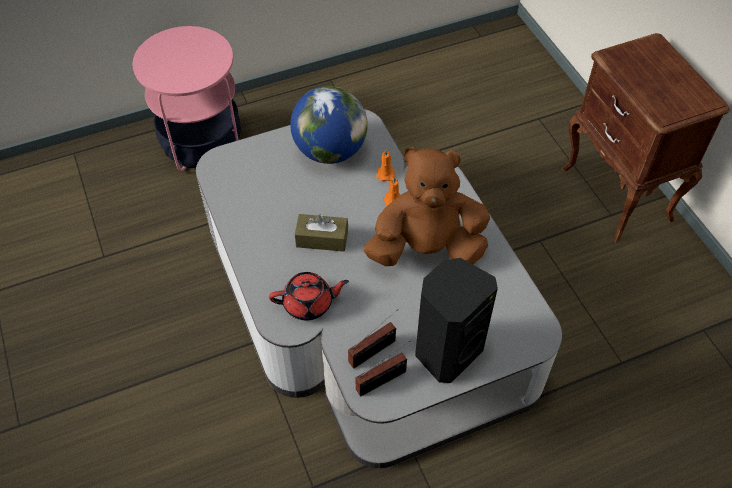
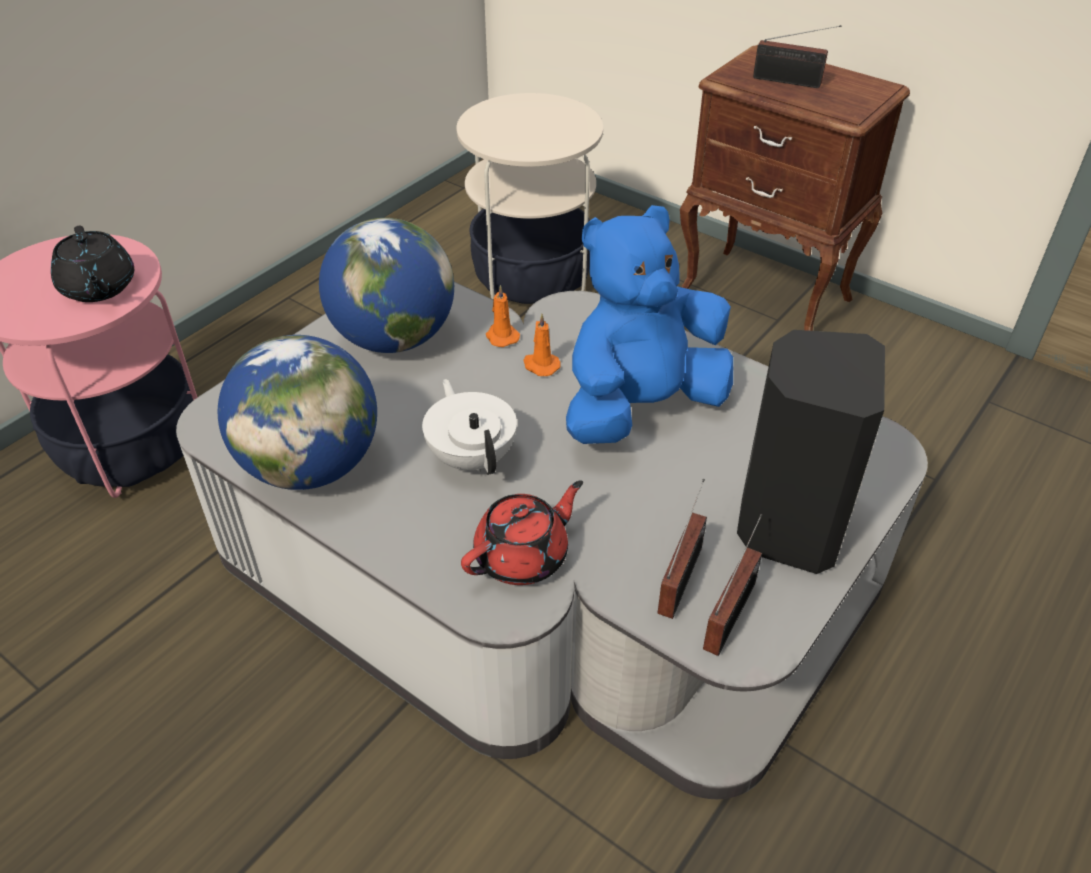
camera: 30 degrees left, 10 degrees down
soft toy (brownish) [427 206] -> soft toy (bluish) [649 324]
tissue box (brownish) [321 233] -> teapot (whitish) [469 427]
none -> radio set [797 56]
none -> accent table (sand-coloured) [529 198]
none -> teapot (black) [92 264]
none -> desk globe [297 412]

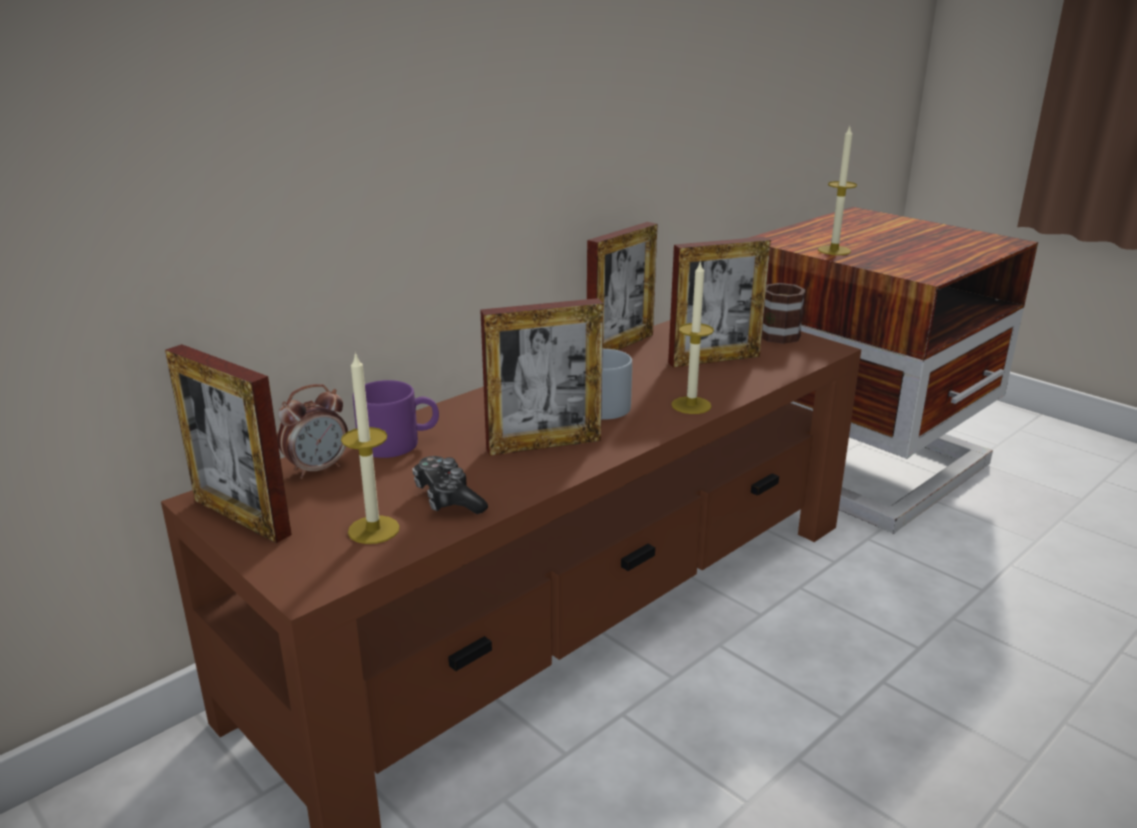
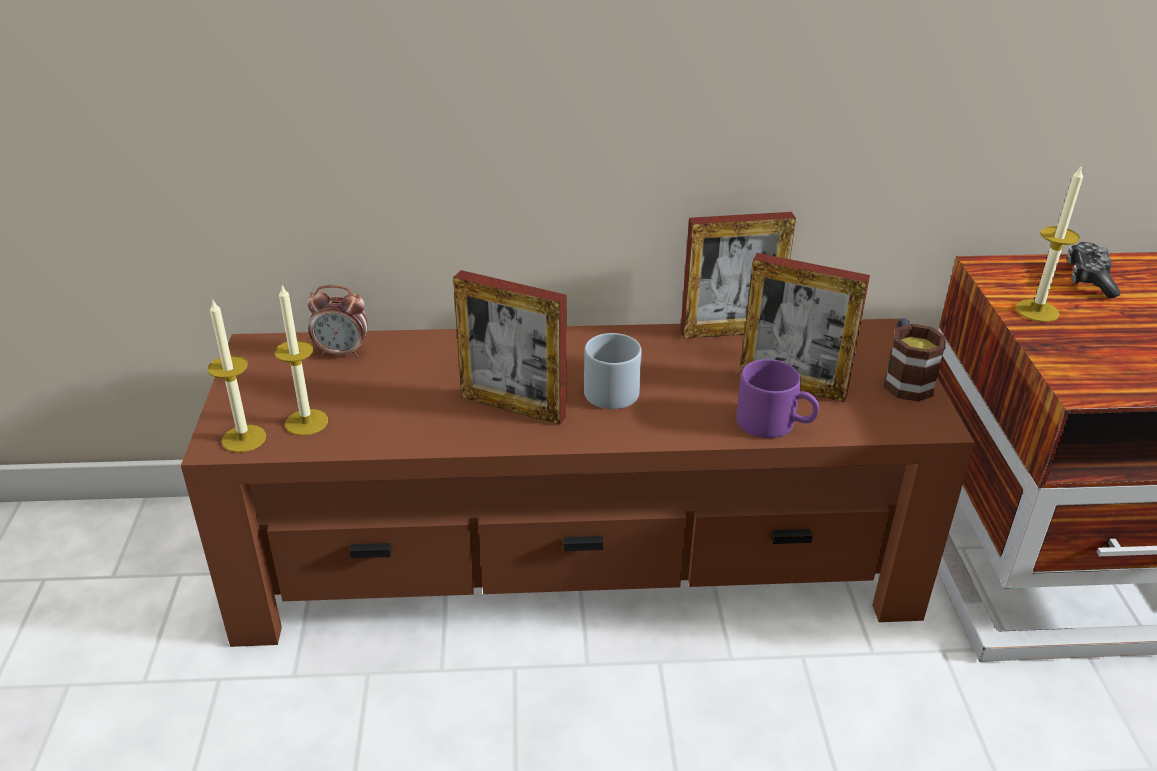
camera: 40 degrees right, 10 degrees up
wax candle [692 337] -> wax candle [237 375], moved
picture frame [228 443] -> none
tea mug (purple-coloured) [396 419] -> tea mug (purple-coloured) [777 398], moved
game controller [450 485] -> game controller [1093 270], moved

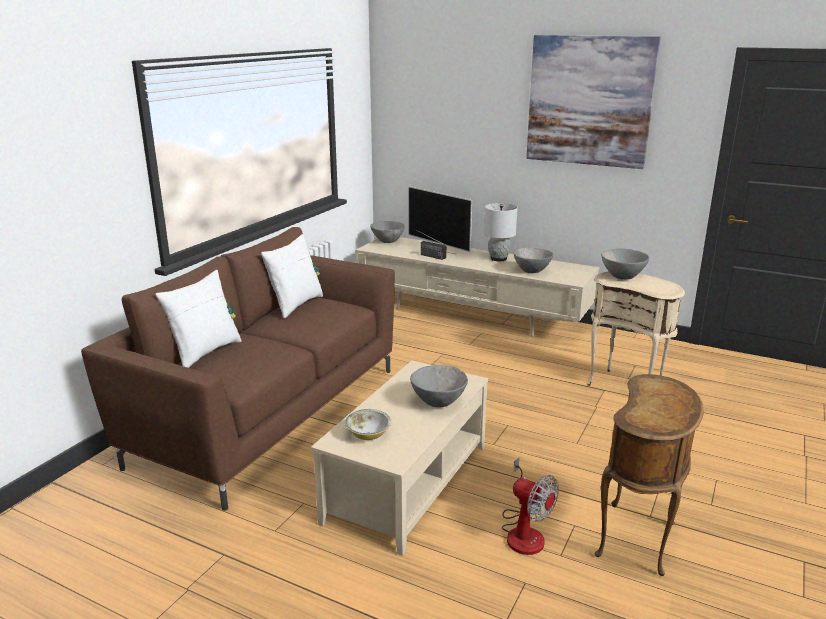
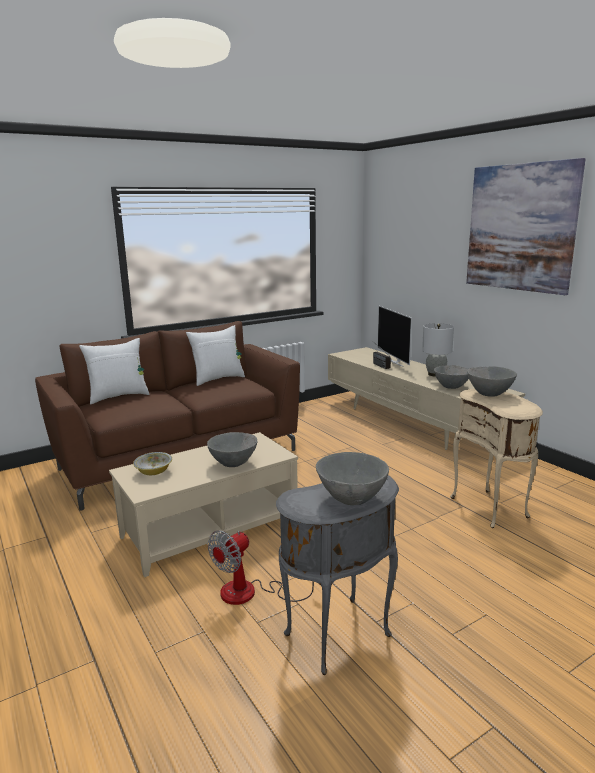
camera: 30 degrees right, 5 degrees down
deep dish (greyish) [387 232] -> deep dish (greyish) [352 478], moved
accent table (brownish) [649 475] -> accent table (greyish) [337 575]
electric fan [530 506] -> electric fan [260 568], 60 degrees clockwise

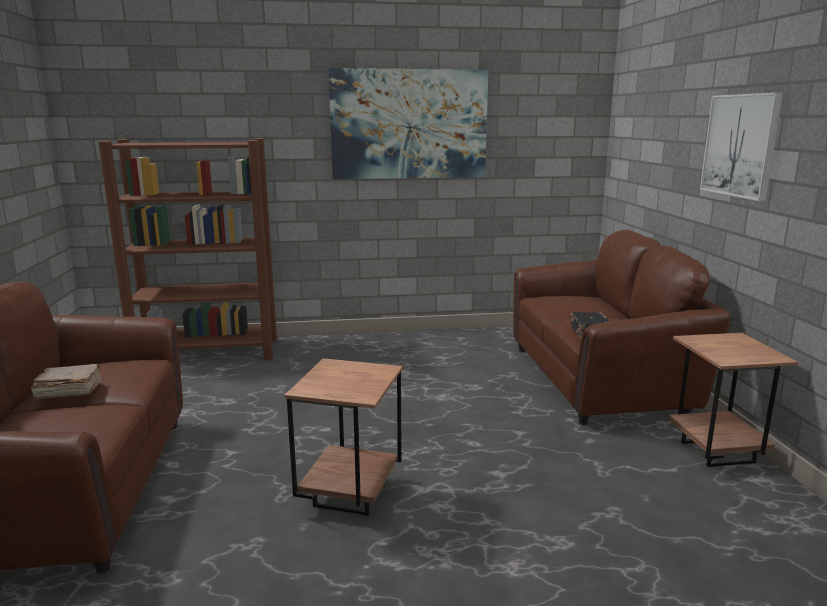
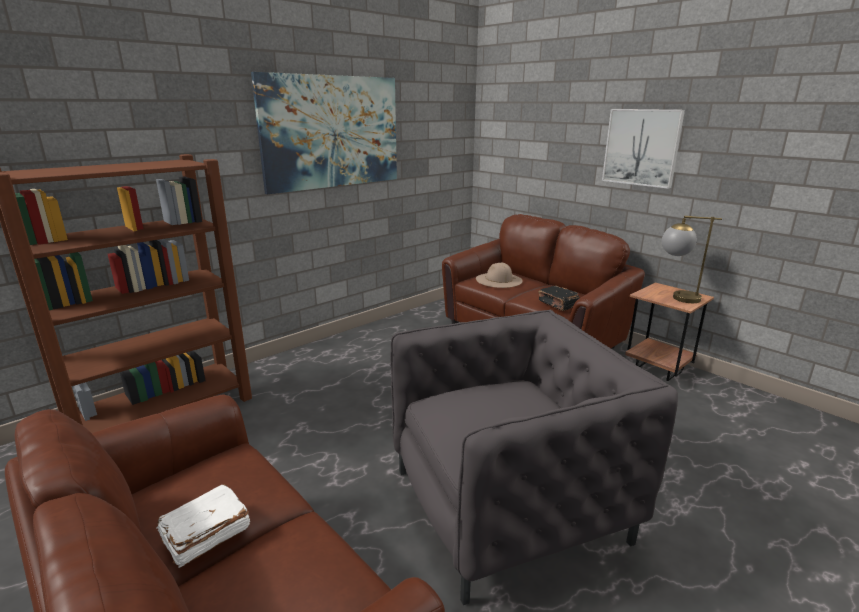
camera: 35 degrees left, 5 degrees up
accent table (brownish) [343 437] -> armchair (greyish) [534 457]
volume (brownish) [66 382] -> volume (whitish) [203 526]
none -> table lamp [692 259]
none -> hat (sand-coloured) [499 275]

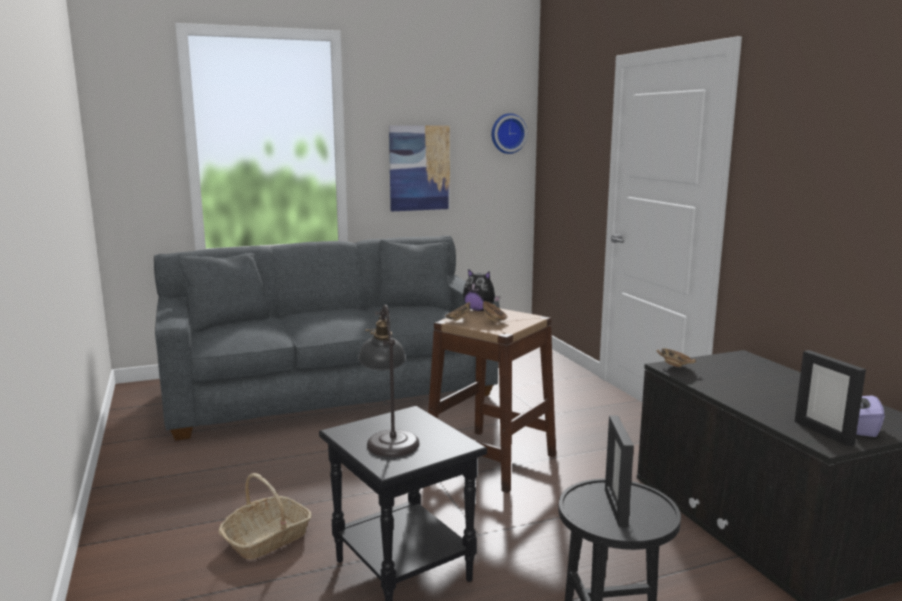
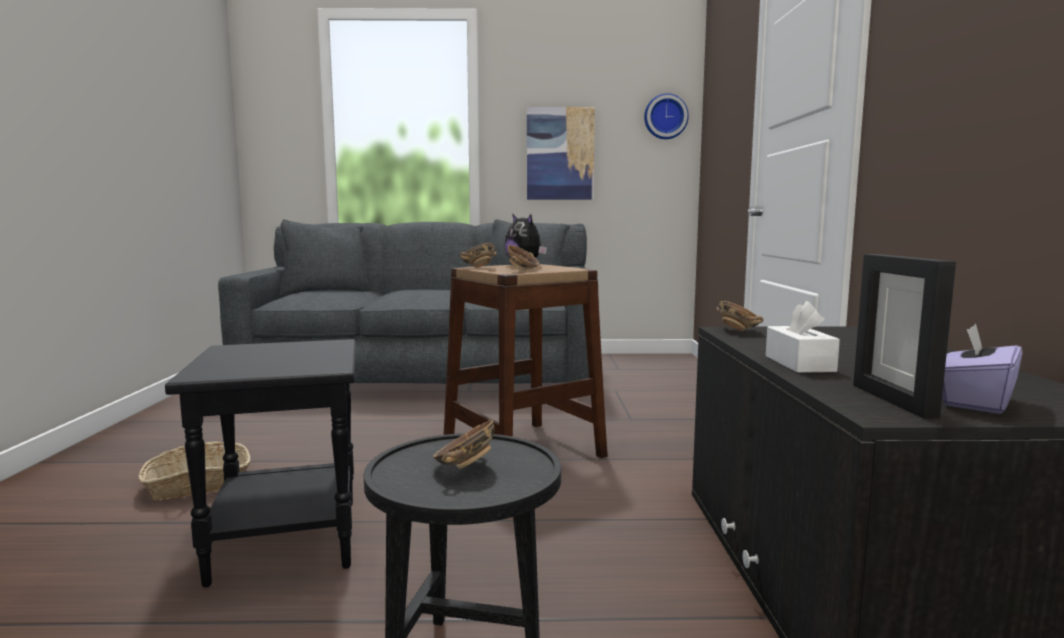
camera: 20 degrees right, 5 degrees down
table lamp (greyish) [388 380] -> none
picture frame [619 471] -> deep dish [463 444]
none -> tissue box (whitish) [803 337]

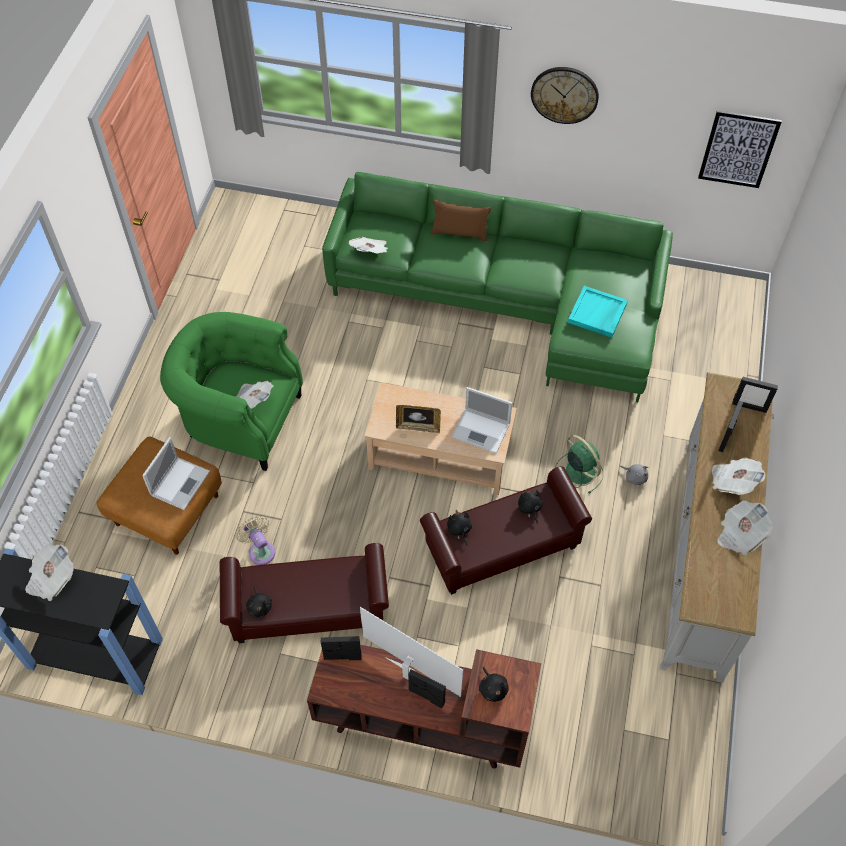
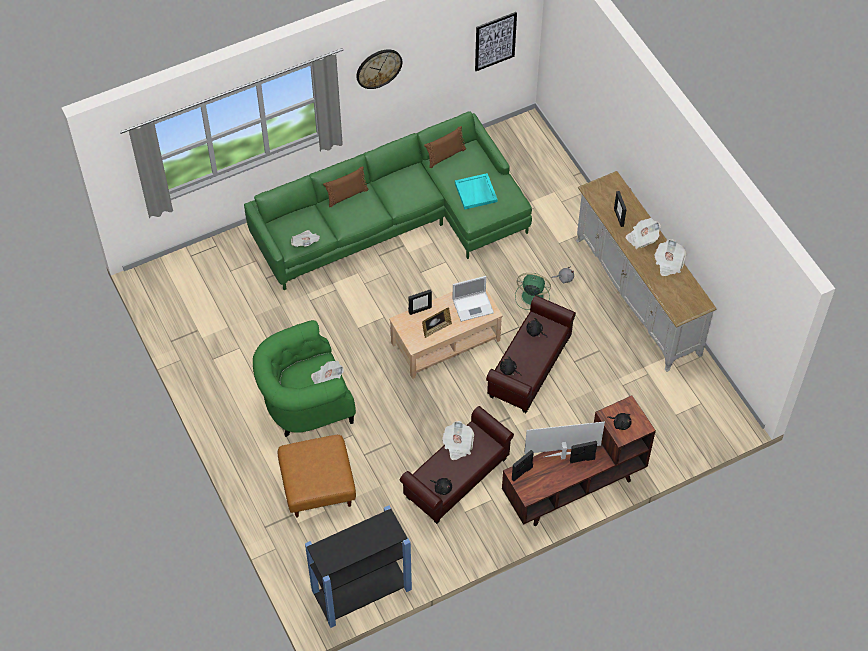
camera: 40 degrees left, 0 degrees up
picture frame [755 395] -> picture frame [420 302], moved
laptop [176 473] -> none
electric fan (sand-coloured) [255 540] -> none
printed paper [49 572] -> printed paper [458 440], moved
none -> pillow (brownish) [445 147]

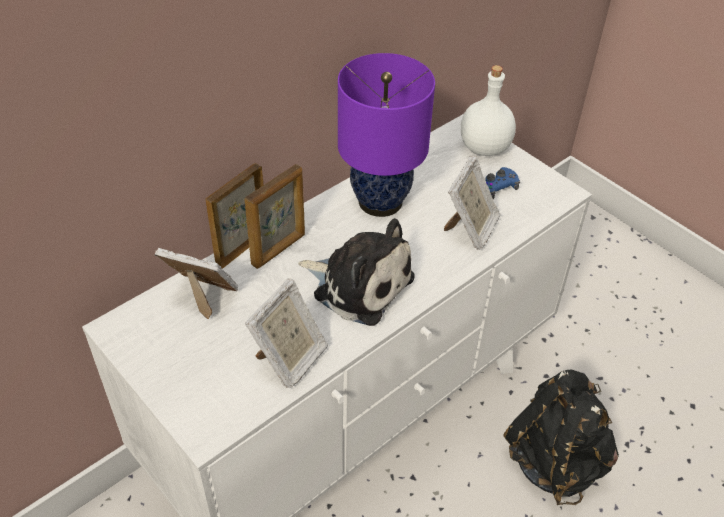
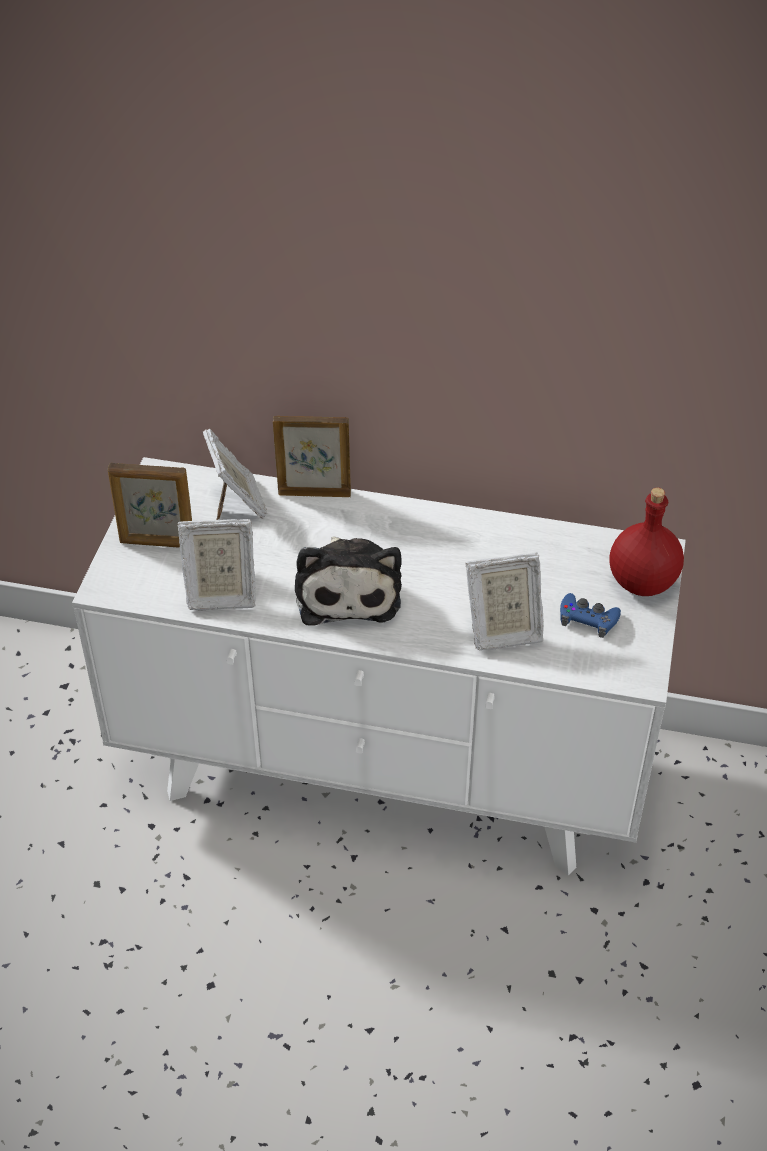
camera: 55 degrees right, 0 degrees up
table lamp (purple-coloured) [386 135] -> none
drink bottle (whitish) [488 110] -> drink bottle (red) [646 542]
picture frame [274 216] -> picture frame [150 505], moved
knapsack (black) [561 437] -> none

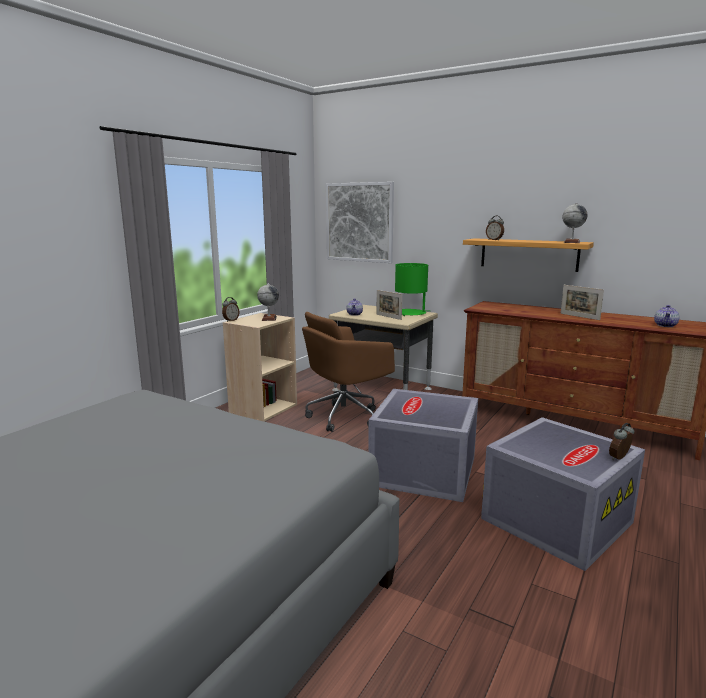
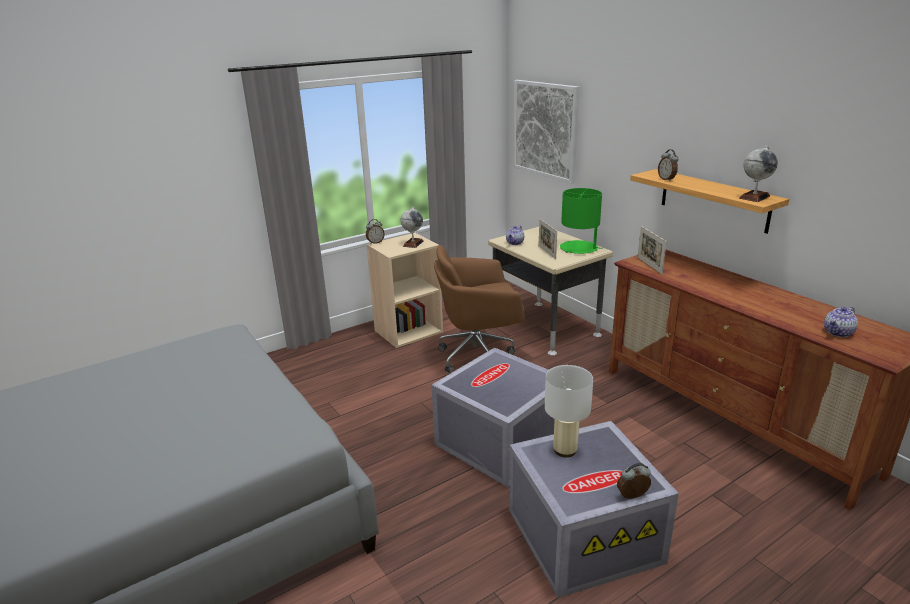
camera: 25 degrees right, 10 degrees up
picture frame [582 302] -> picture frame [652 250], moved
none -> table lamp (whitish) [569 411]

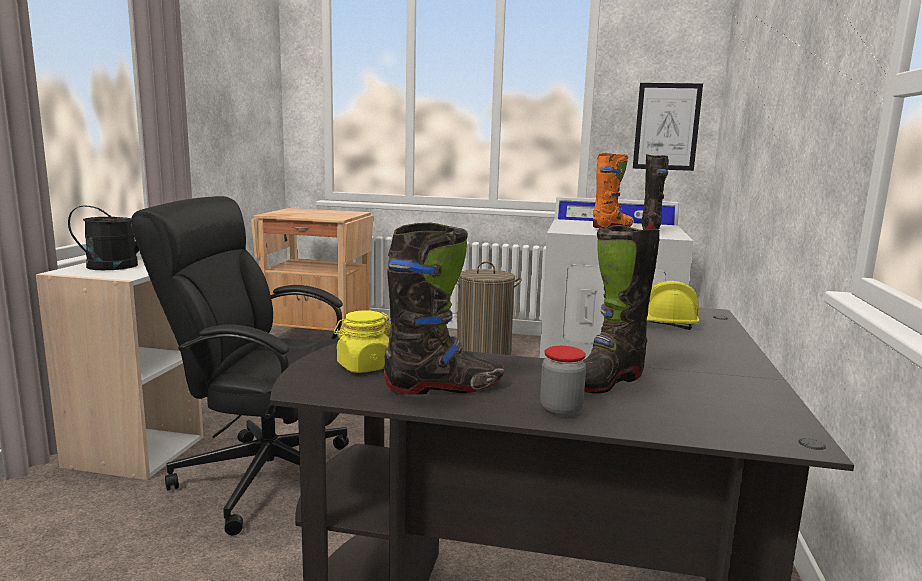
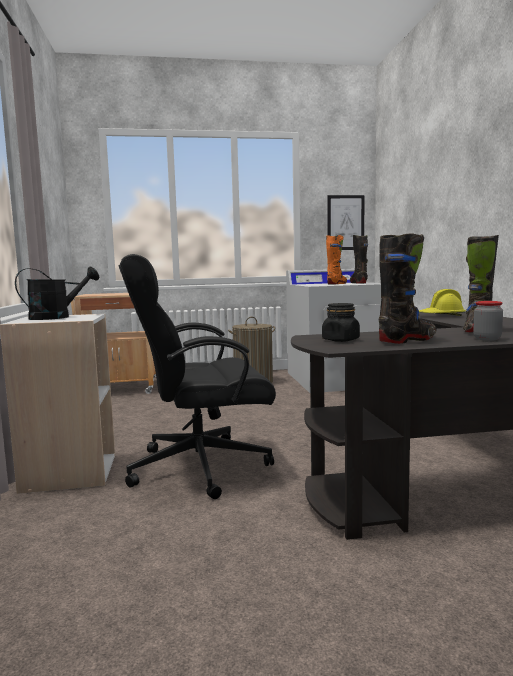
camera: 20 degrees left, 5 degrees down
preserve jar (yellow-coloured) [362 341] -> preserve jar (black) [341 322]

